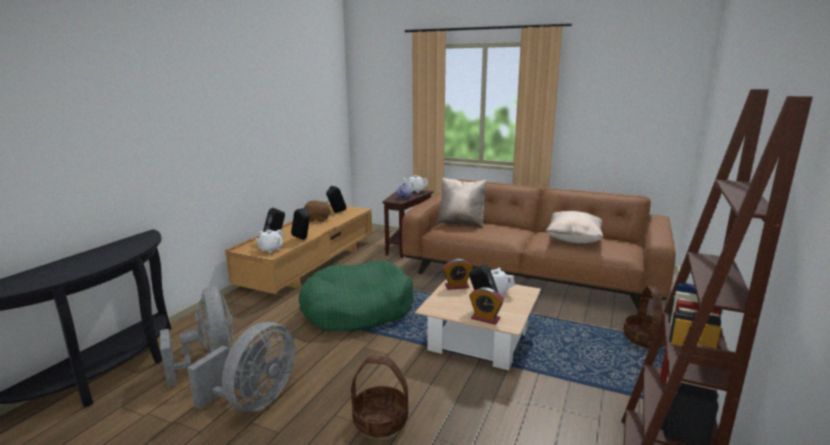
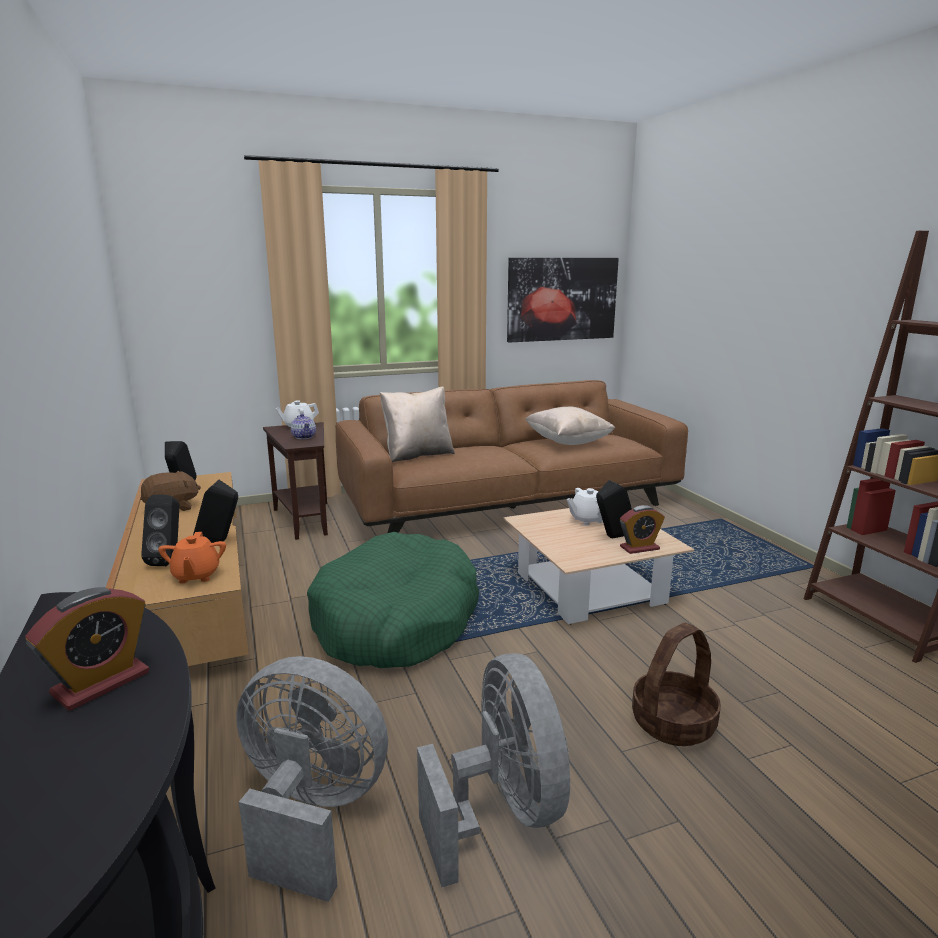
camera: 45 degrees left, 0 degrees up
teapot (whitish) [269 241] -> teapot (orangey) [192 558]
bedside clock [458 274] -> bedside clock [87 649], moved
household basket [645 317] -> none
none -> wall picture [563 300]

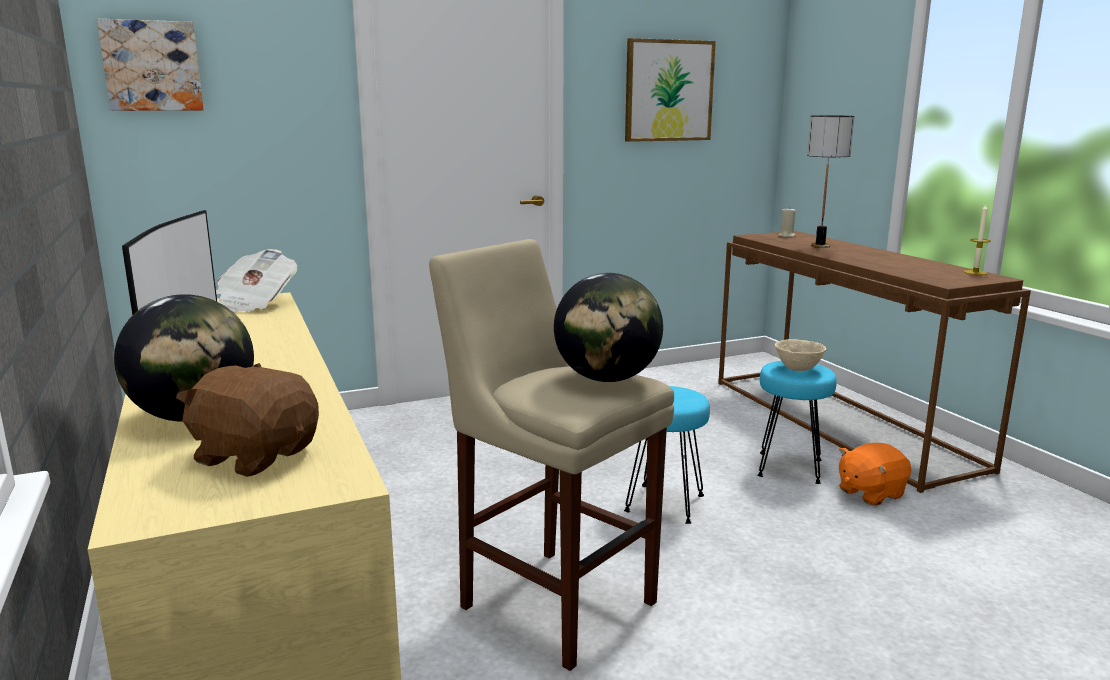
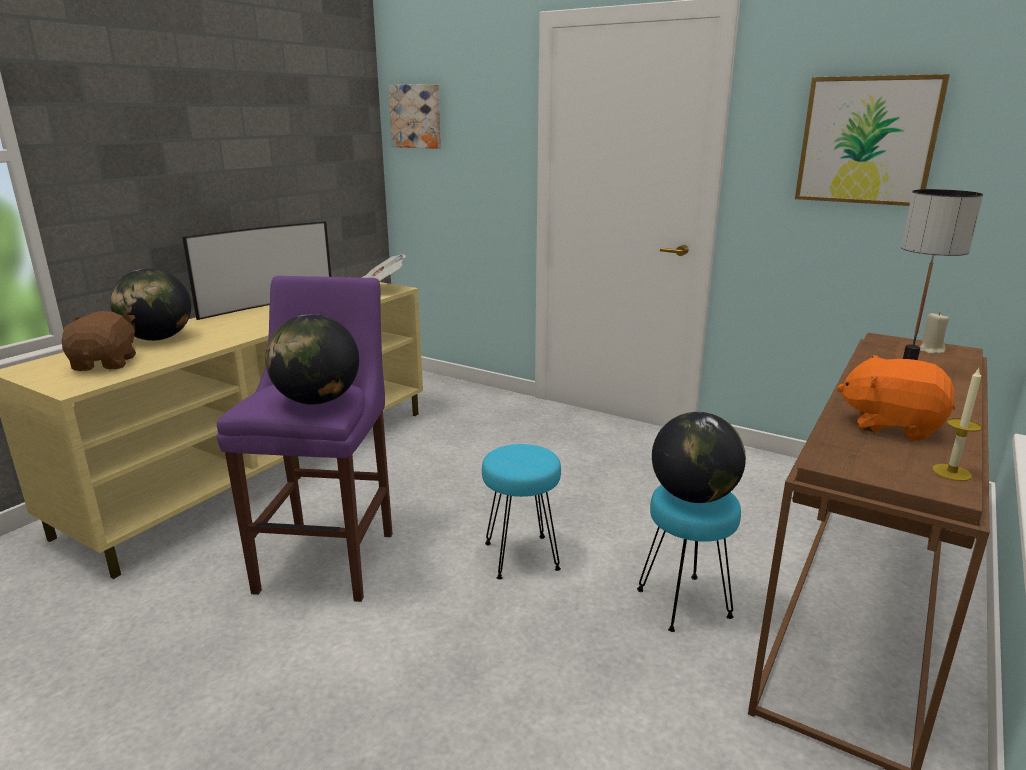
camera: 55 degrees right, 5 degrees up
sitting stool (sand-coloured) [551 455] -> sitting stool (purple-coloured) [305 439]
deep dish (sand-coloured) [800 355] -> desk globe [699 457]
soft toy (orangey) [875 474] -> soft toy (orangey) [896 398], moved

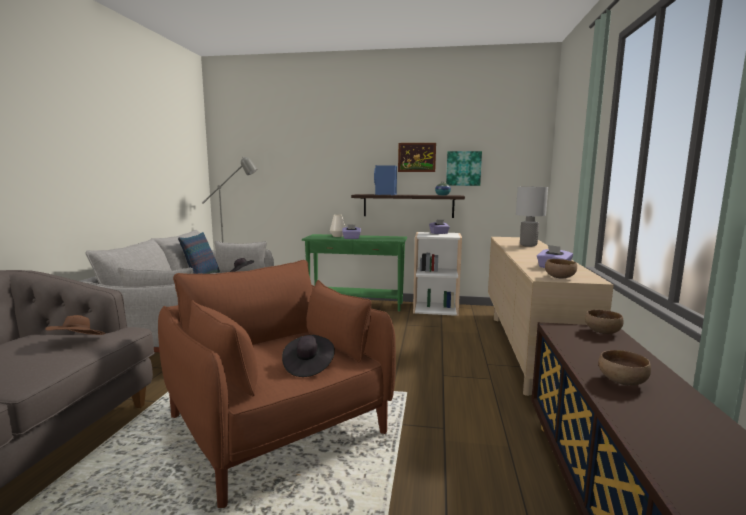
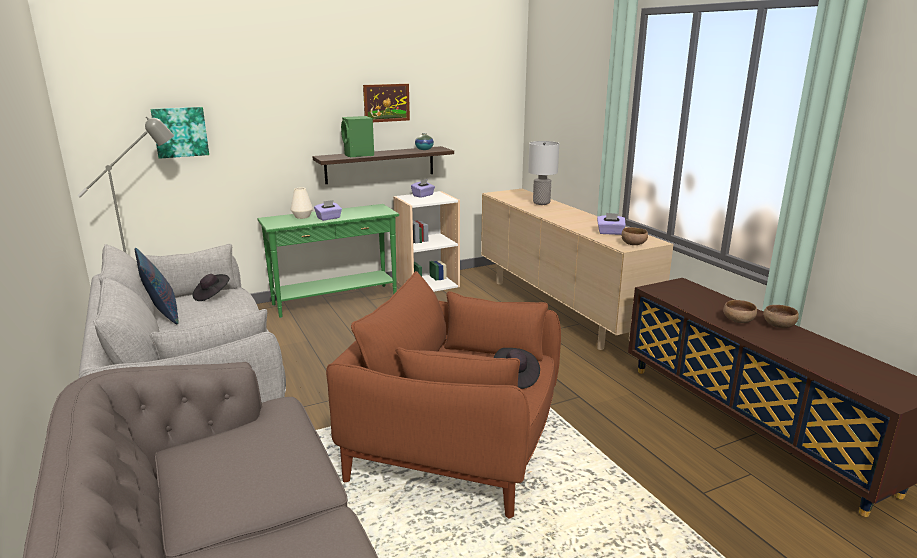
camera: 35 degrees left, 10 degrees up
wall picture [464 168] -> wall picture [179 133], moved
audio speaker (bluish) [385 180] -> audio speaker (green) [357 136]
deep dish (brownish) [604 322] -> deep dish (brownish) [781 316], moved
hat (brownish) [75 325] -> none

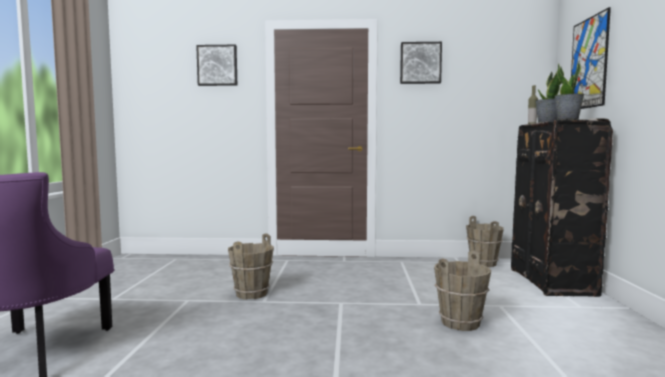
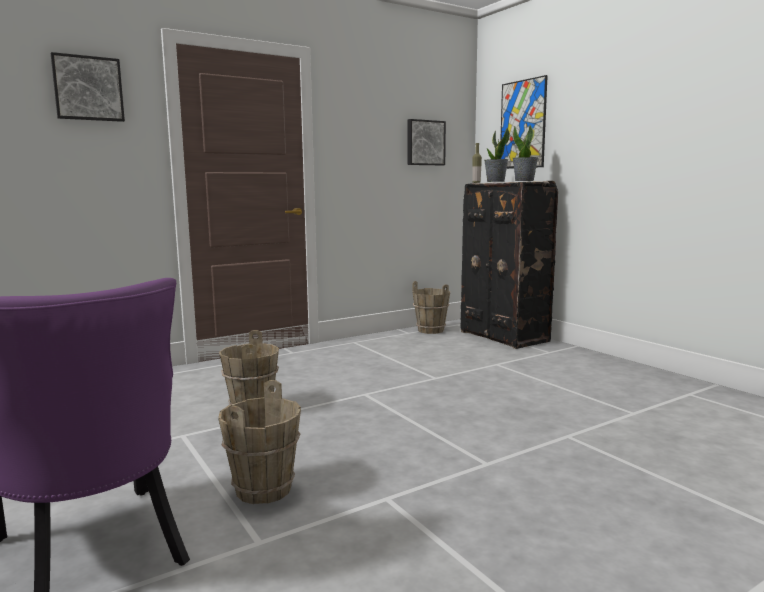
camera: 35 degrees left, 5 degrees up
wall picture [421 63] -> wall picture [427 142], moved
water bucket (brownish) [462 290] -> water bucket (brownish) [259 442], moved

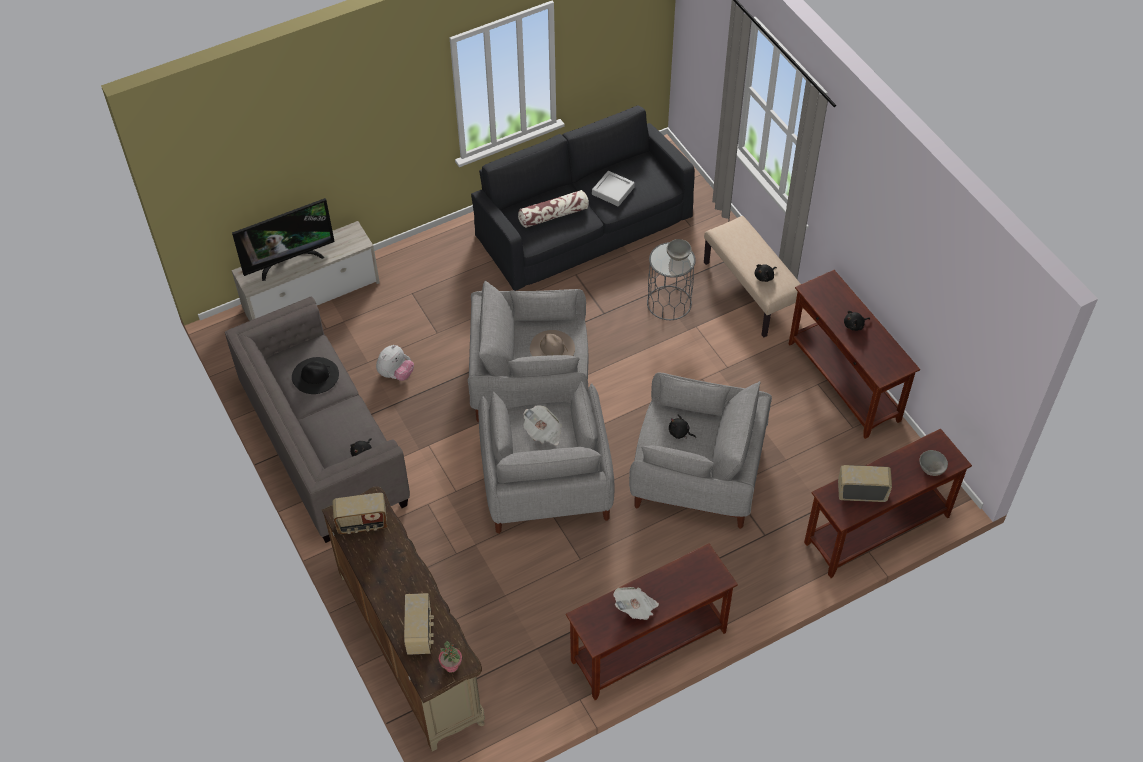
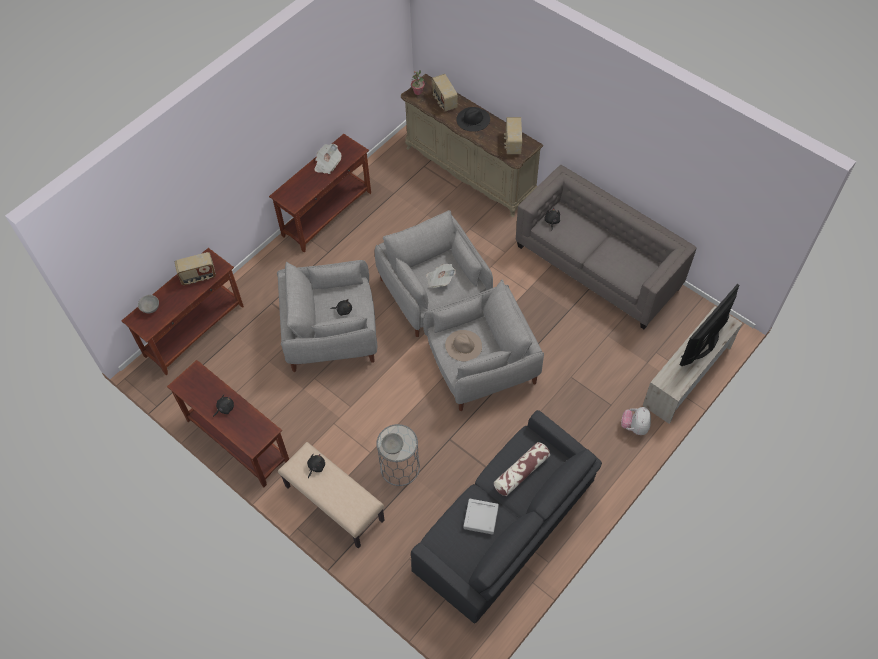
camera: 160 degrees right, 5 degrees up
soft toy [395 363] -> soft toy [636 421], moved
hat (black) [315 375] -> hat (black) [473 119], moved
radio set [359 513] -> radio set [513 135], 60 degrees counterclockwise

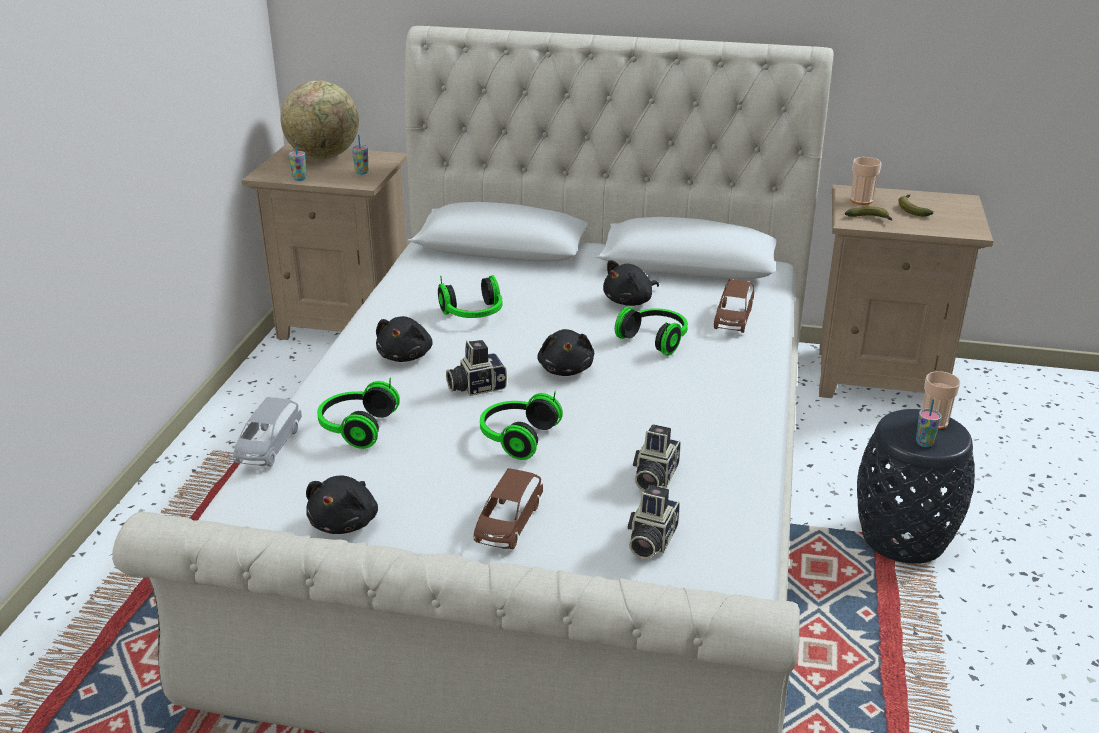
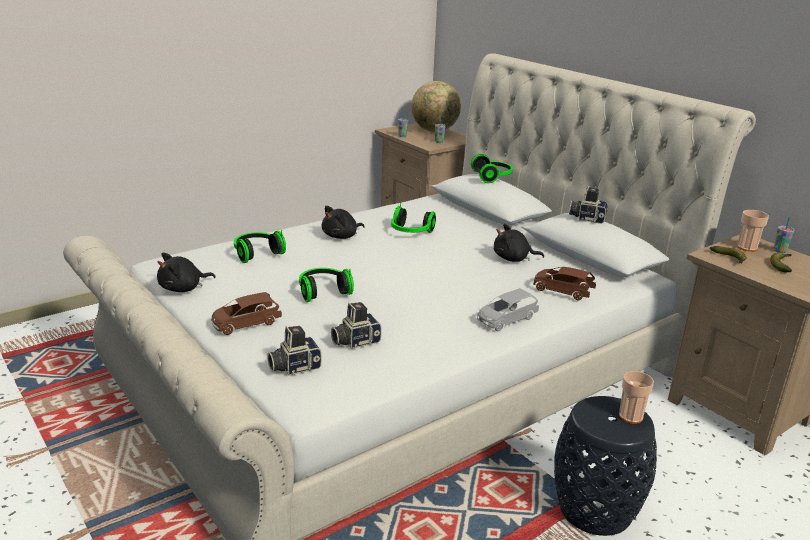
camera: 40 degrees right, 5 degrees down
toy car (brownish) [734 306] -> toy car (brownish) [564 283], 60 degrees clockwise
pair of headphones [651 331] -> pair of headphones [492 168], moved
soft toy (black) [565 352] -> none
photo camera [476 368] -> photo camera [588 205], moved
toy car (greyish) [267 432] -> toy car (greyish) [508 309], moved
small cup [928 423] -> small cup [784 235], moved

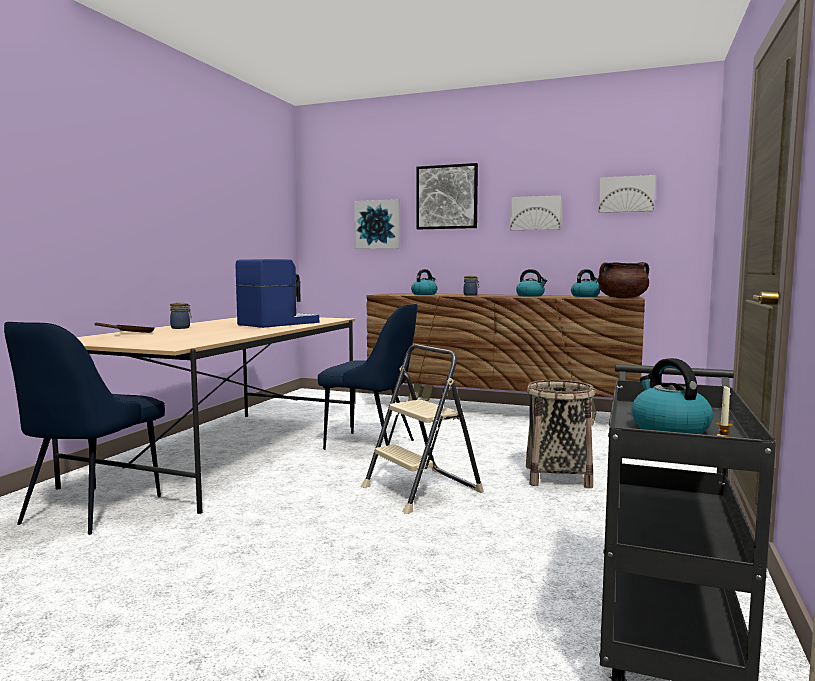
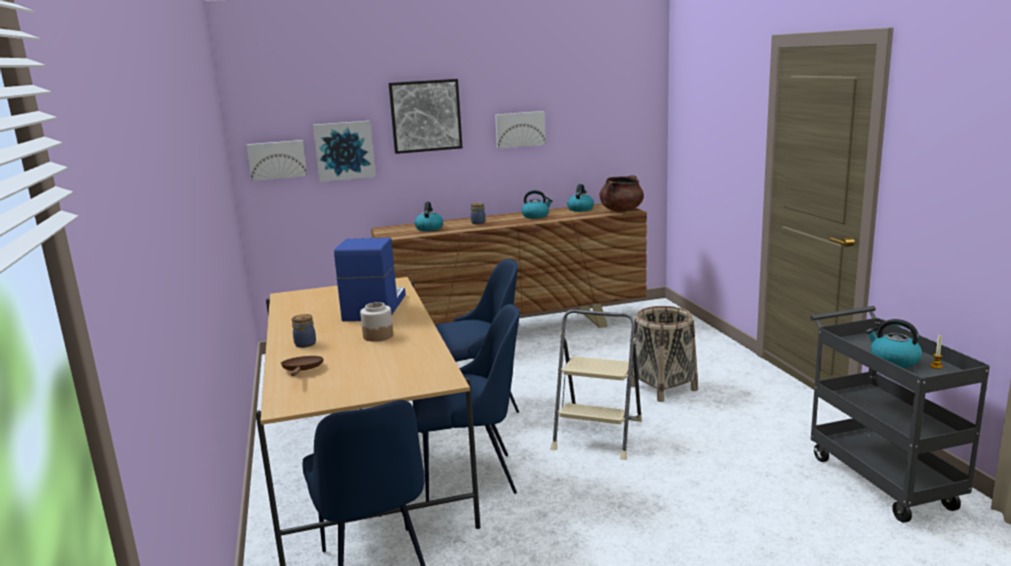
camera: 35 degrees left, 10 degrees up
wall picture [626 194] -> wall picture [277 160], moved
none -> preserve jar [376 322]
none -> chair (bluish) [465 403]

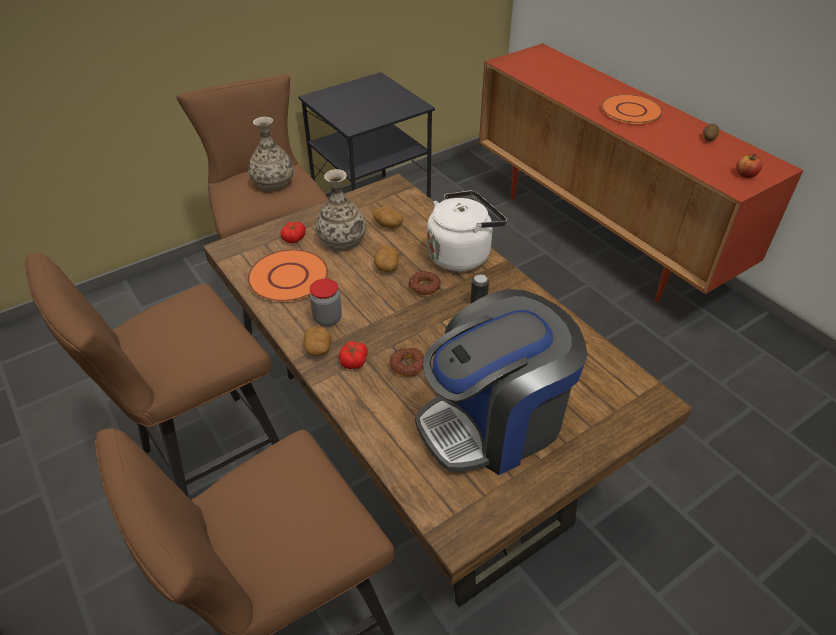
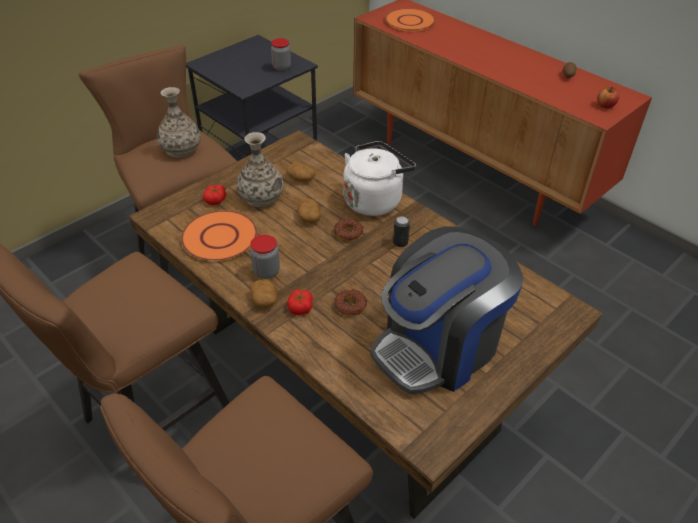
camera: 10 degrees left, 0 degrees up
dinner plate (orangey) [632 109] -> dinner plate (orangey) [410 20], moved
none -> preserve jar [281 54]

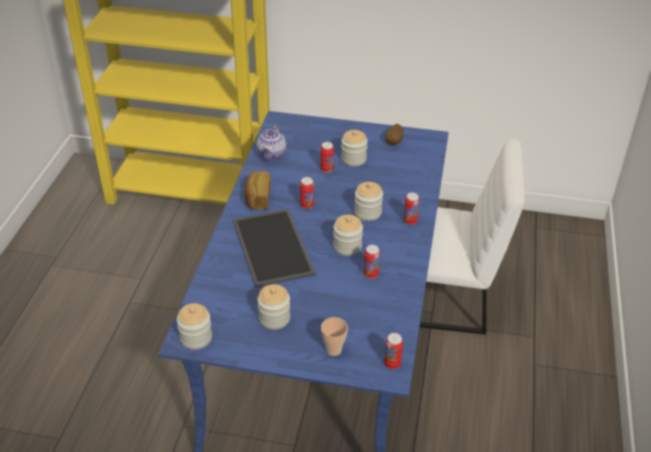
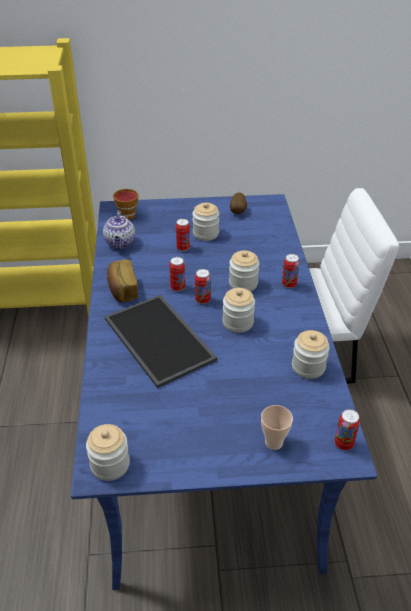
camera: 15 degrees left, 0 degrees up
can [372 262] -> can [203 286], moved
preserve jar [273 307] -> preserve jar [311 354], moved
none -> small cup [125 204]

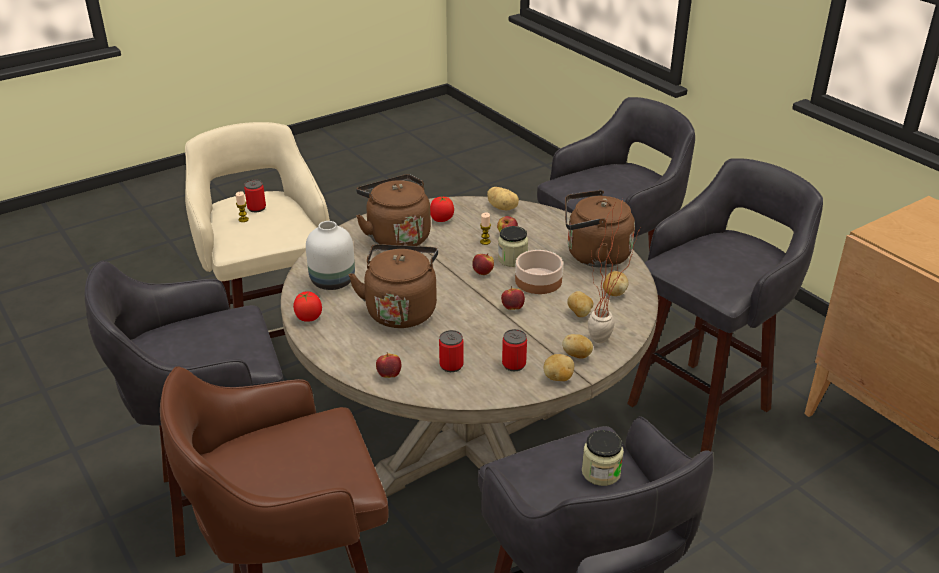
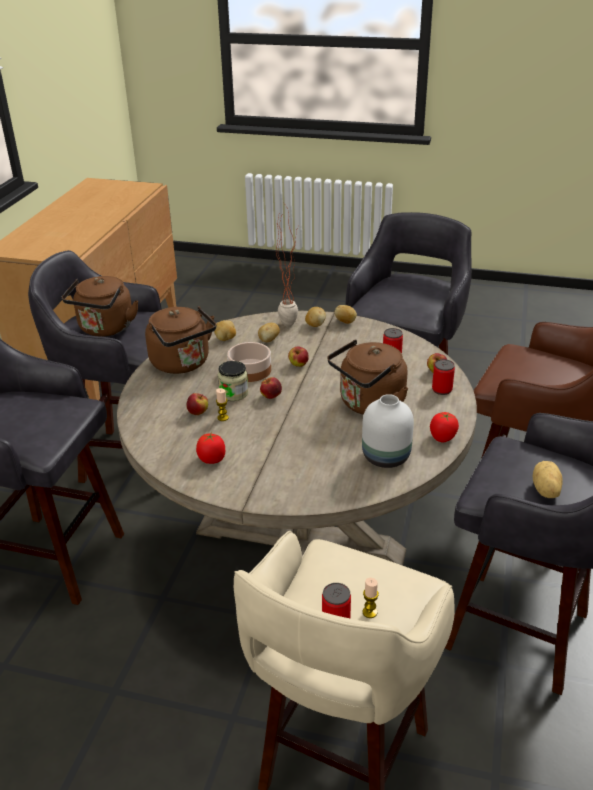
camera: 130 degrees left, 0 degrees up
kettle (brownish) [393 210] -> kettle (brownish) [100 306], moved
potato [503 199] -> potato [548 479], moved
can [514 350] -> can [443 377], moved
preserve jar [603 458] -> none

